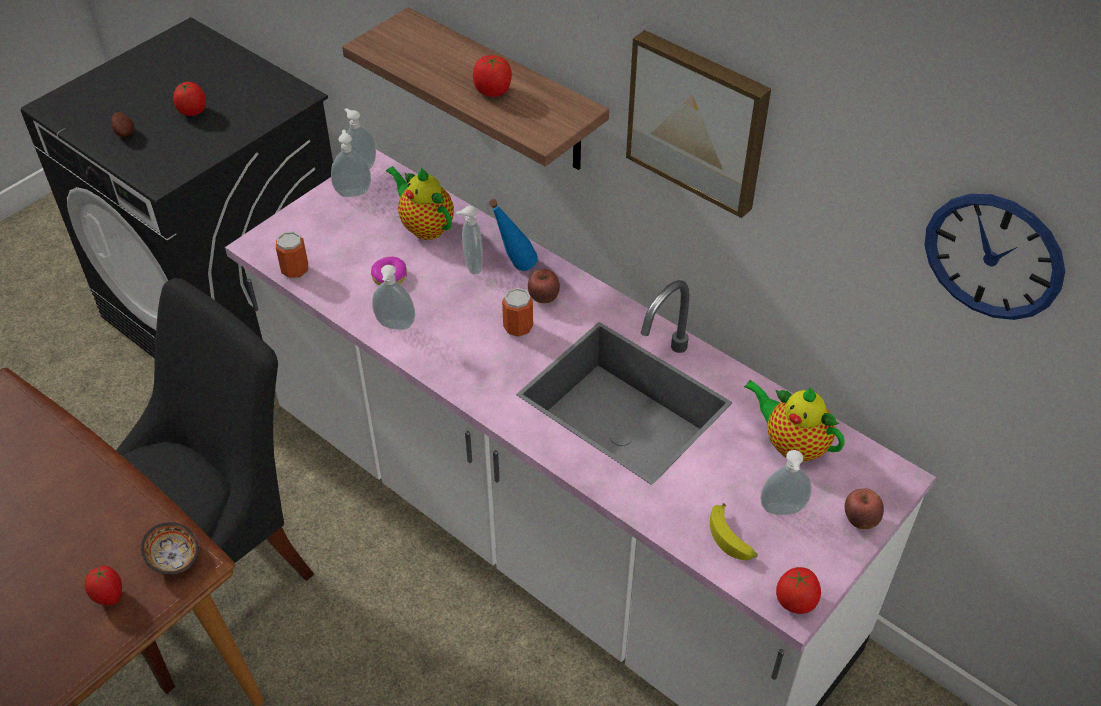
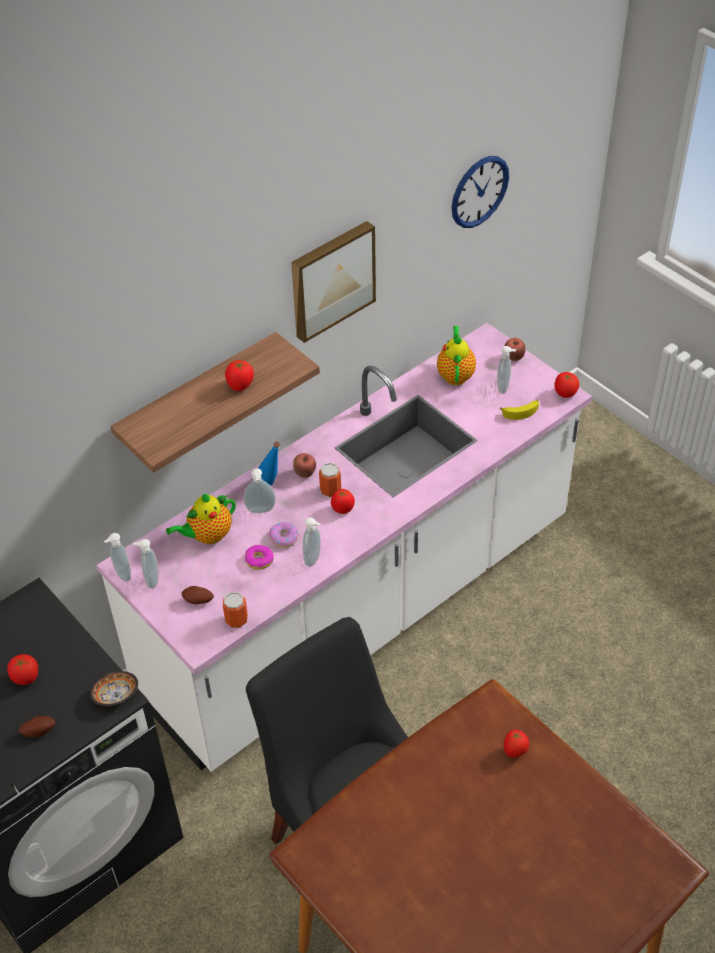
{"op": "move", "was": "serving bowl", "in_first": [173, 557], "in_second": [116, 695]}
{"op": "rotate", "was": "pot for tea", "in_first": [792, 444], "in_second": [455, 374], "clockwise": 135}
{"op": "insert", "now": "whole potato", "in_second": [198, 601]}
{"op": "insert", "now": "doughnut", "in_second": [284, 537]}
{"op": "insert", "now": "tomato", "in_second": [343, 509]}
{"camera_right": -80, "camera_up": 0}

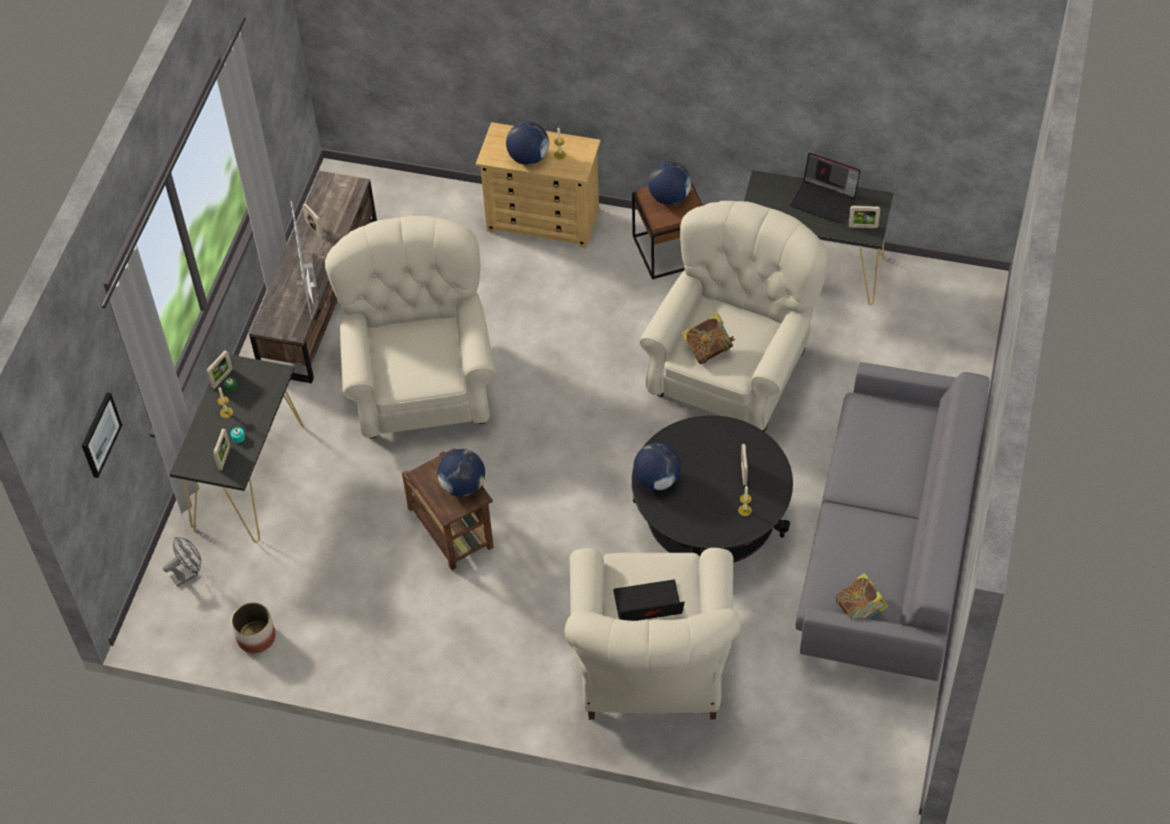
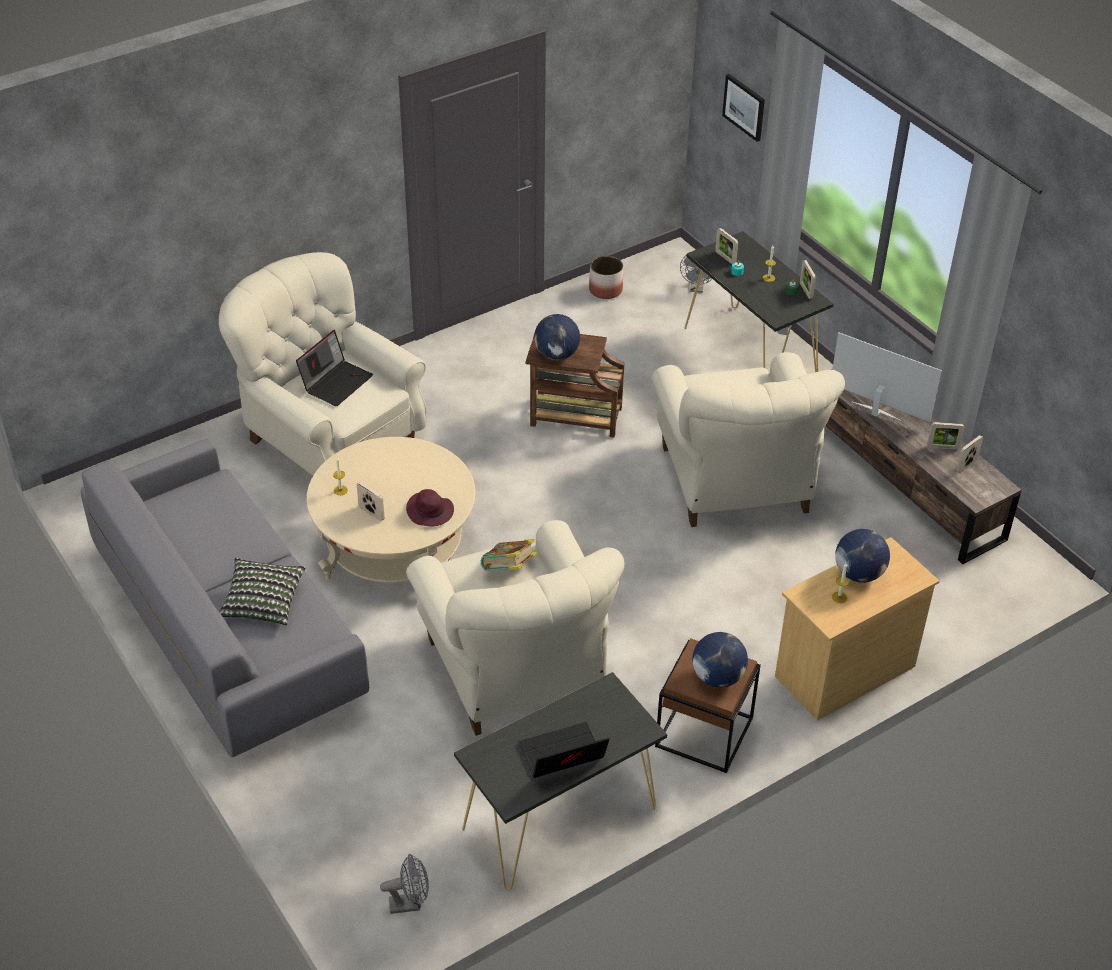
{"op": "rotate", "was": "armchair in beige-coloured", "in_first": [421, 383], "in_second": [736, 482], "clockwise": 45}
{"op": "recolor", "was": "coffee table in black", "now": "coffee table in beige-coloured", "in_first": [710, 522], "in_second": [395, 548]}
{"op": "delete", "was": "desk globe", "in_first": [656, 480]}
{"op": "delete", "was": "book", "in_first": [860, 611]}
{"op": "move", "was": "photo frame", "in_first": [863, 226], "in_second": [966, 466]}
{"op": "insert", "now": "throw pillow", "in_second": [263, 602]}
{"op": "insert", "now": "electric fan in greyish", "in_second": [410, 903]}
{"op": "insert", "now": "hat in purple-coloured", "in_second": [430, 512]}
{"camera_right": 130, "camera_up": -10}

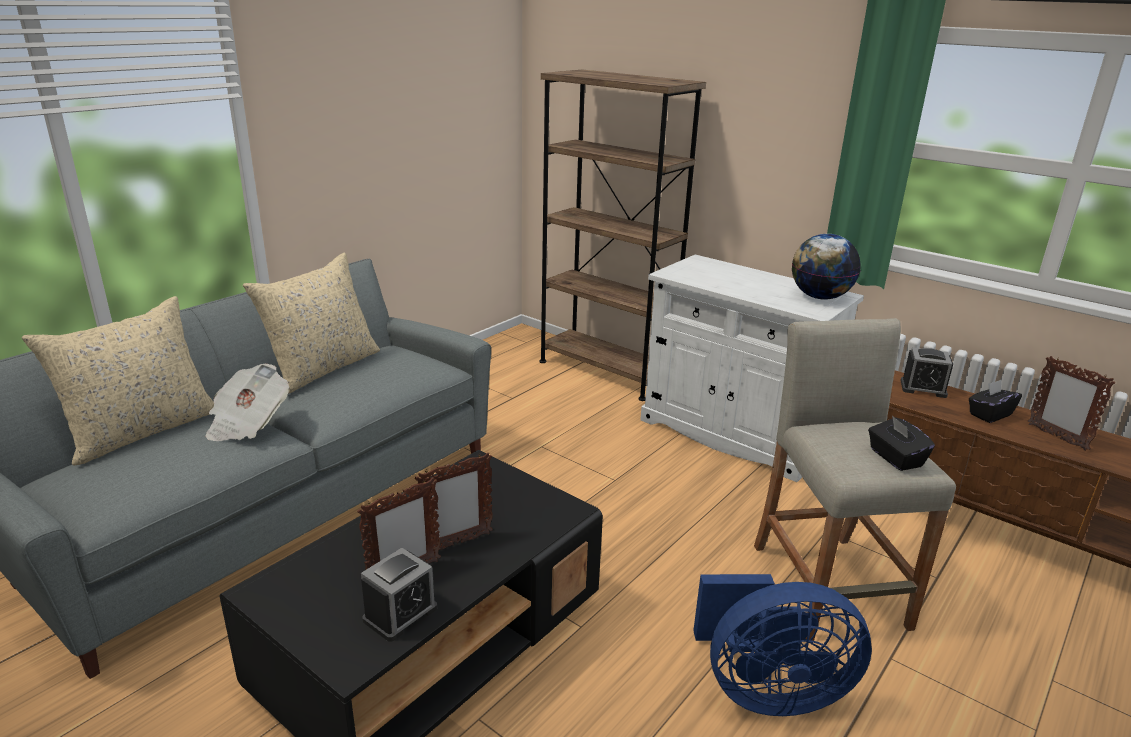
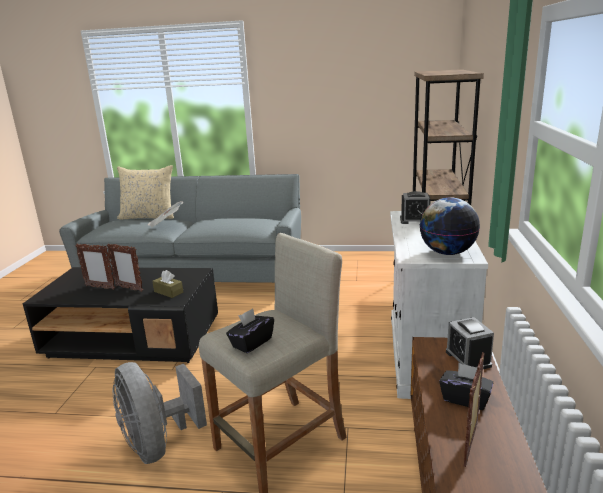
{"op": "delete", "was": "throw pillow in beige-coloured", "in_first": [322, 368]}
{"op": "move", "was": "alarm clock", "in_first": [400, 614], "in_second": [415, 220]}
{"op": "recolor", "was": "electric fan in blue", "now": "electric fan in greyish", "in_first": [767, 691], "in_second": [158, 444]}
{"op": "insert", "now": "tissue holder in brown-coloured", "in_second": [168, 292]}
{"camera_right": 60, "camera_up": -5}

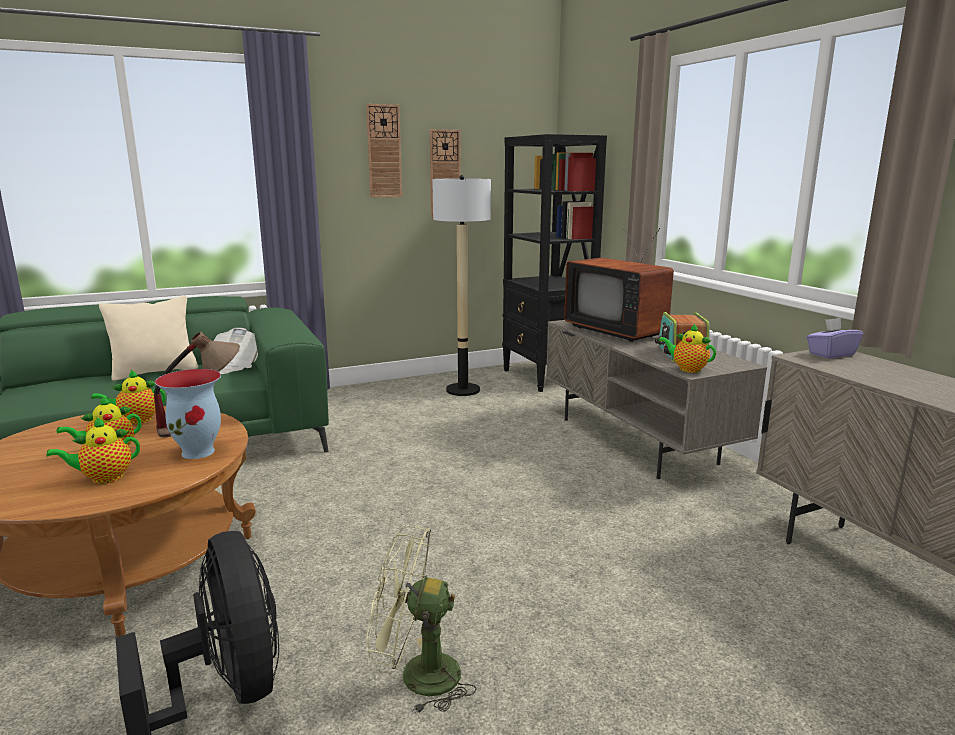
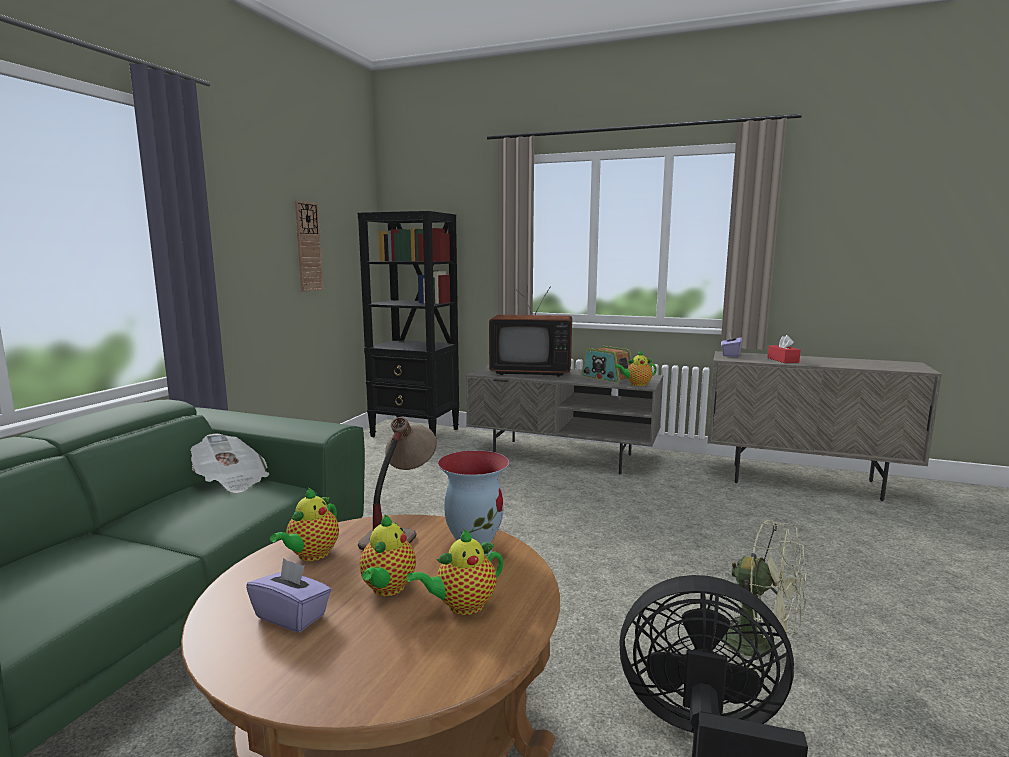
{"op": "rotate", "was": "pot for tea", "in_first": [103, 478], "in_second": [462, 606], "clockwise": 45}
{"op": "delete", "was": "throw pillow in beige-coloured", "in_first": [155, 372]}
{"op": "delete", "was": "clock on the wall", "in_first": [384, 151]}
{"op": "rotate", "was": "electric fan in greenish", "in_first": [417, 676], "in_second": [759, 645], "clockwise": -105}
{"op": "delete", "was": "floor lamp", "in_first": [463, 390]}
{"op": "insert", "now": "tissue holder in purple-coloured", "in_second": [292, 616]}
{"op": "insert", "now": "tissue holder in red-coloured", "in_second": [782, 360]}
{"camera_right": -45, "camera_up": -5}

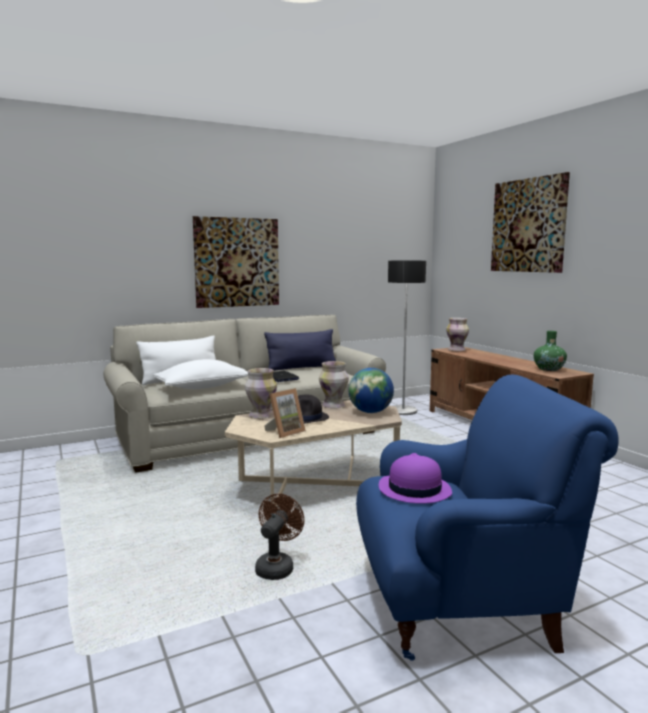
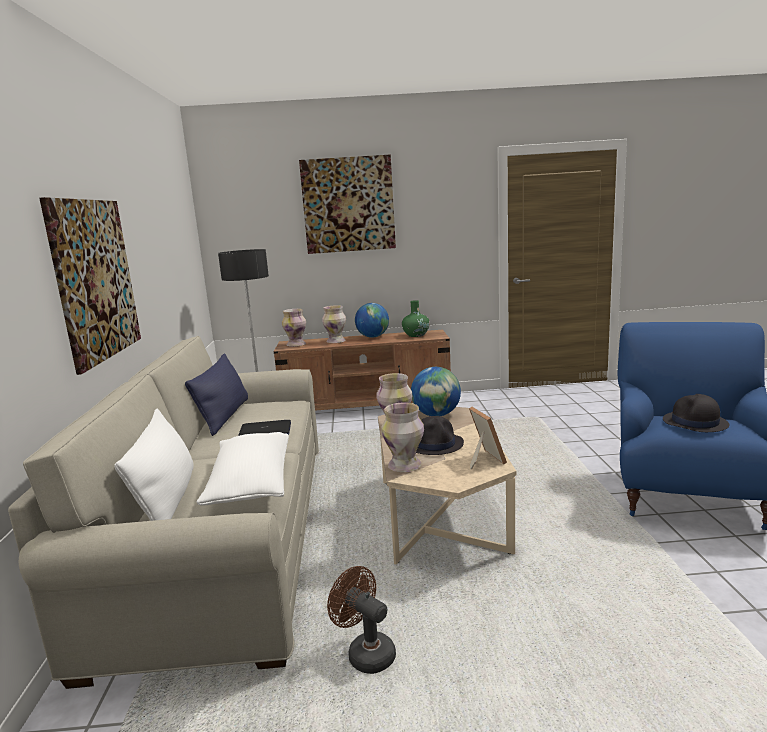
{"op": "move", "was": "electric fan in brown-coloured", "in_first": [277, 566], "in_second": [366, 653]}
{"op": "recolor", "was": "hat in purple-coloured", "now": "hat in black", "in_first": [414, 489], "in_second": [695, 423]}
{"op": "insert", "now": "flower vase", "in_second": [336, 341]}
{"op": "insert", "now": "desk globe", "in_second": [373, 337]}
{"camera_right": -65, "camera_up": 5}

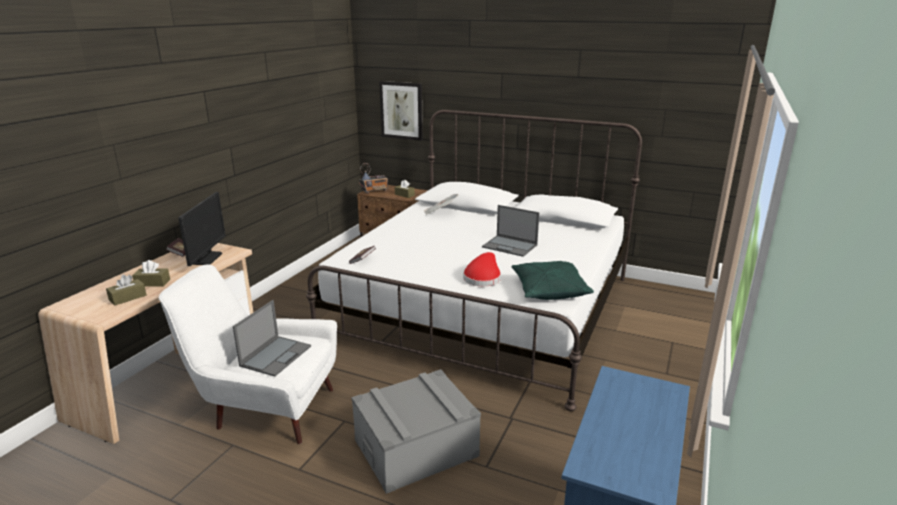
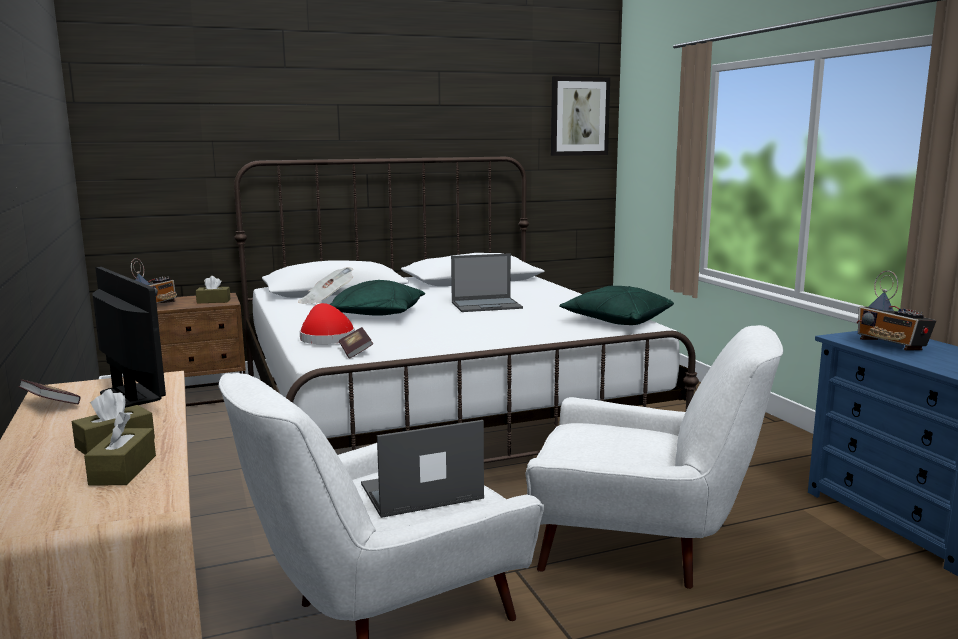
{"op": "rotate", "was": "laptop", "in_first": [276, 355], "in_second": [420, 492], "clockwise": -90}
{"op": "replace", "was": "storage bin in greyish", "now": "armchair in whitish", "in_first": [416, 448], "in_second": [639, 548]}
{"op": "move", "was": "wall art", "in_first": [402, 110], "in_second": [579, 116]}
{"op": "move", "was": "hat in red-coloured", "in_first": [483, 278], "in_second": [326, 338]}
{"op": "insert", "now": "throw pillow in greenish", "in_second": [377, 316]}
{"op": "insert", "now": "radio set", "in_second": [892, 345]}
{"camera_right": -45, "camera_up": -10}

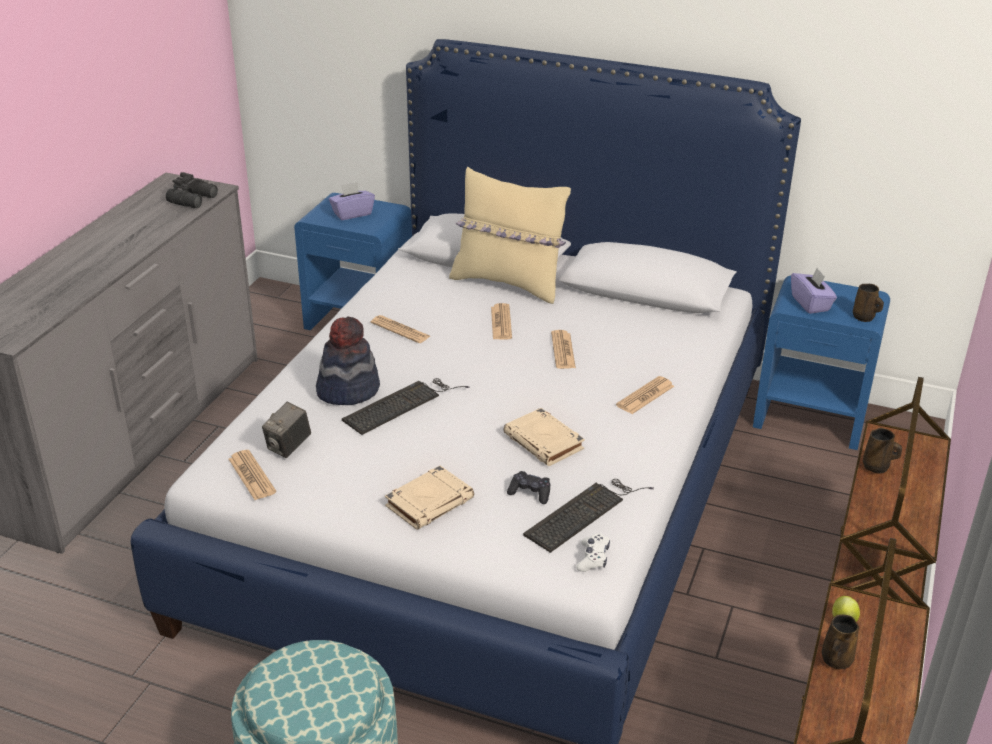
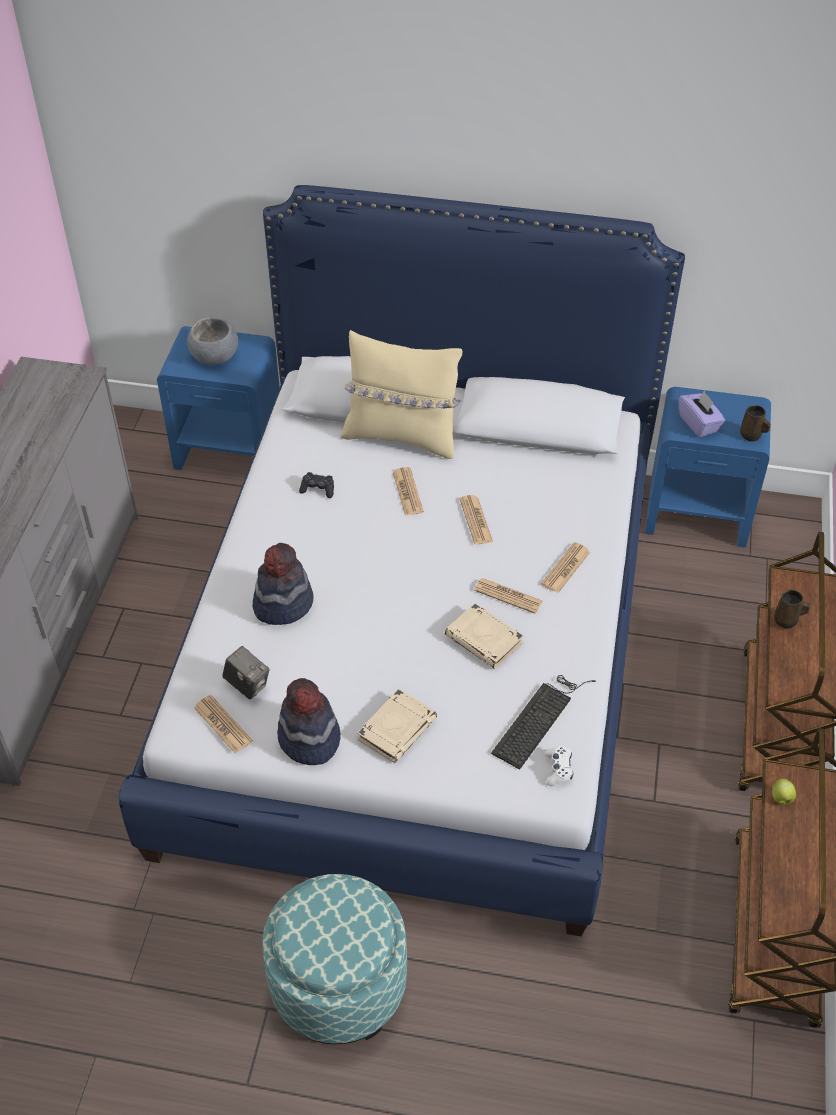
{"op": "delete", "was": "pair of binoculars in black", "in_first": [194, 199]}
{"op": "rotate", "was": "photo camera", "in_first": [288, 447], "in_second": [247, 685], "clockwise": -75}
{"op": "replace", "was": "tissue holder in purple-coloured", "now": "serving bowl in greyish", "in_first": [352, 214], "in_second": [215, 356]}
{"op": "delete", "was": "PC keyboard", "in_first": [402, 404]}
{"op": "move", "was": "newspaper", "in_first": [400, 330], "in_second": [508, 596]}
{"op": "move", "was": "gamepad in black", "in_first": [530, 493], "in_second": [318, 489]}
{"op": "delete", "was": "coffee mug in brown-coloured", "in_first": [835, 660]}
{"op": "insert", "now": "hat", "in_second": [309, 739]}
{"camera_right": -10, "camera_up": 15}

